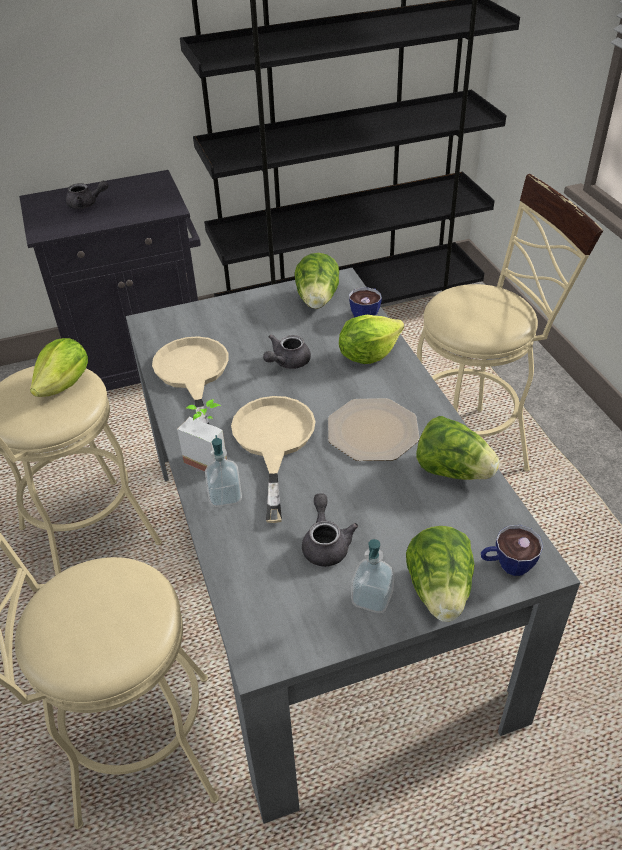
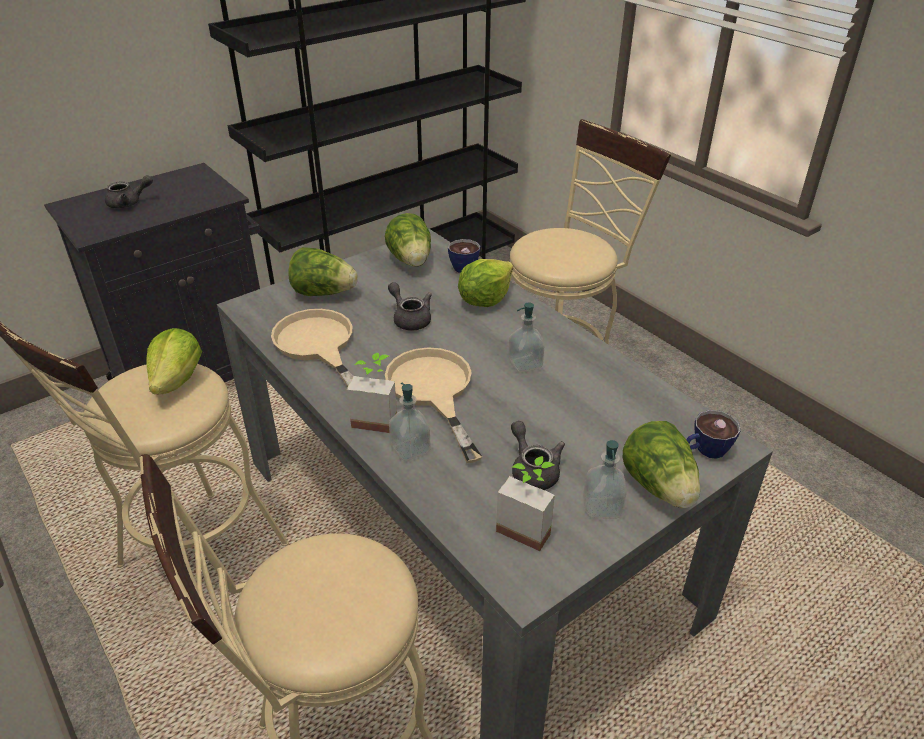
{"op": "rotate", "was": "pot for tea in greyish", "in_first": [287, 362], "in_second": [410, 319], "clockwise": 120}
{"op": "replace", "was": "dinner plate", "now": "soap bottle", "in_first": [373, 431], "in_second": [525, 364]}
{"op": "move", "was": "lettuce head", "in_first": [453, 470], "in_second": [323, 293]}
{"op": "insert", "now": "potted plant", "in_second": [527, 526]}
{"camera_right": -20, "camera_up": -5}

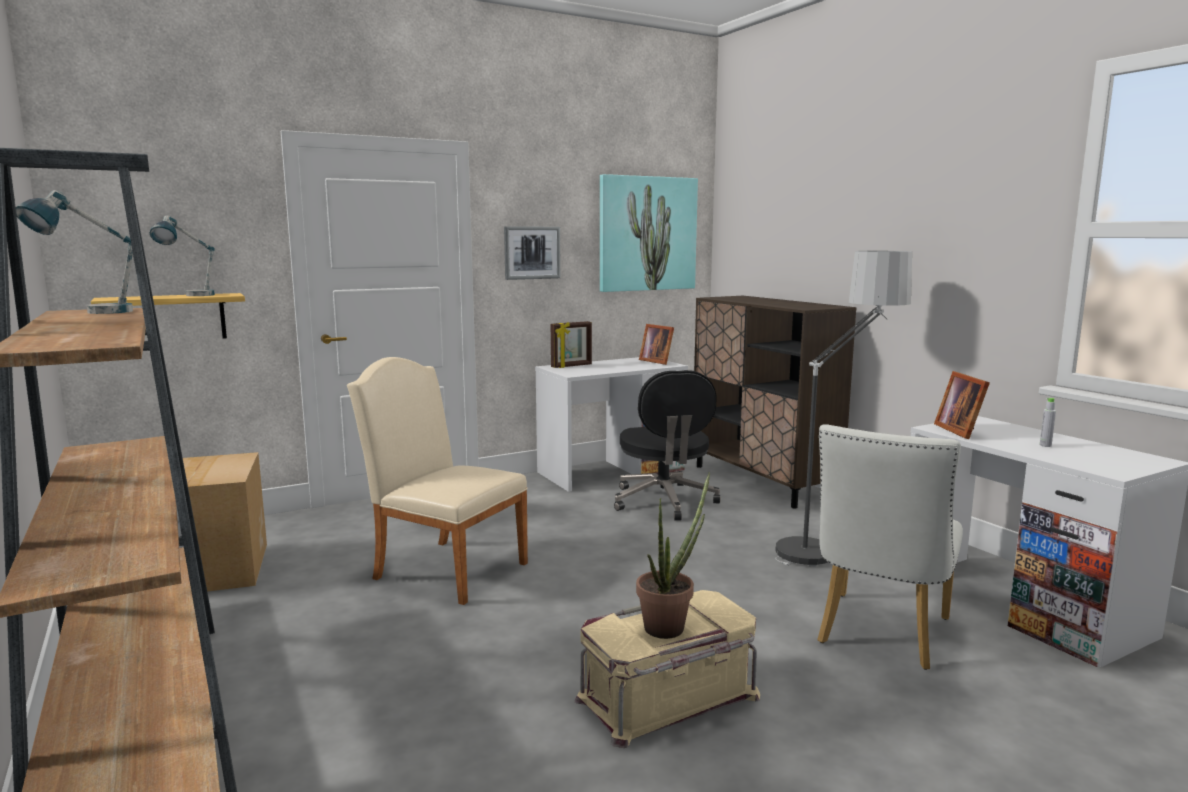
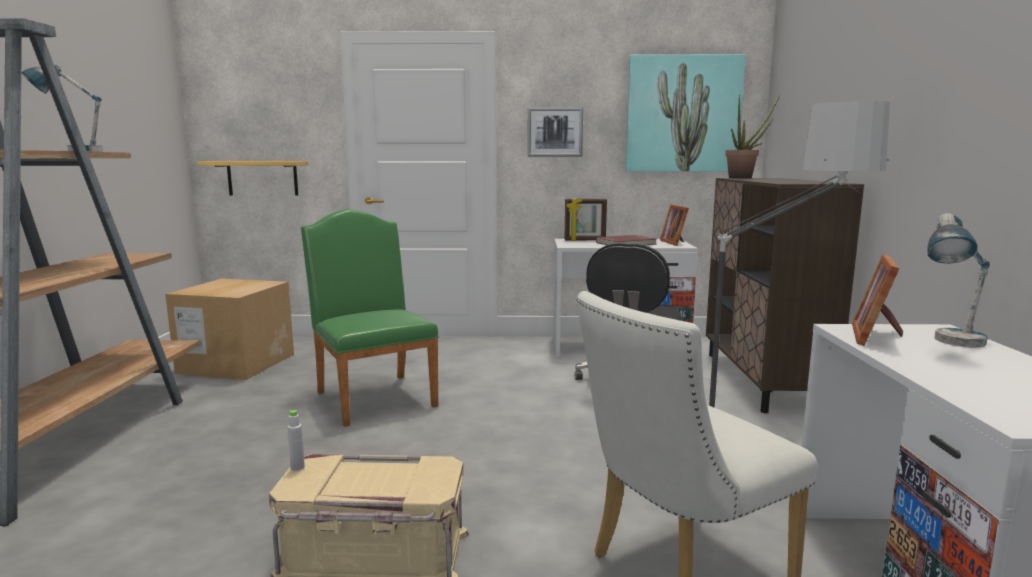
{"op": "move", "was": "table lamp", "in_first": [190, 296], "in_second": [951, 344]}
{"op": "recolor", "was": "upright chair in beige-coloured", "now": "upright chair in greenish", "in_first": [443, 568], "in_second": [373, 396]}
{"op": "move", "was": "potted plant", "in_first": [670, 625], "in_second": [744, 178]}
{"op": "move", "was": "bottle in greyish", "in_first": [1045, 445], "in_second": [297, 468]}
{"op": "insert", "now": "book in red-coloured", "in_second": [626, 243]}
{"camera_right": 30, "camera_up": 0}

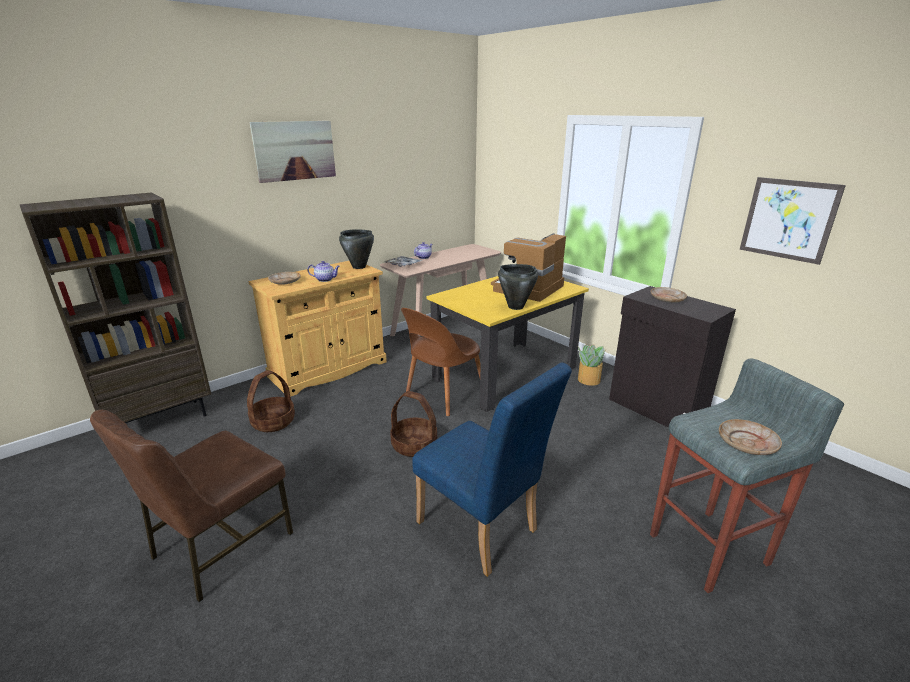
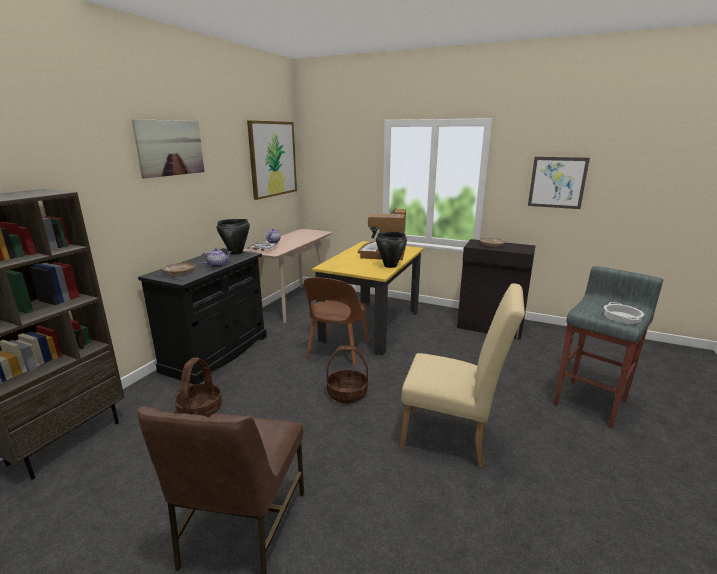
{"op": "recolor", "was": "cupboard in beige-coloured", "now": "cupboard in black", "in_first": [328, 369], "in_second": [216, 353]}
{"op": "recolor", "was": "upright chair in blue", "now": "upright chair in beige-coloured", "in_first": [482, 531], "in_second": [452, 438]}
{"op": "delete", "was": "potted plant", "in_first": [588, 380]}
{"op": "replace", "was": "dinner plate in beige-coloured", "now": "stockpot", "in_first": [747, 444], "in_second": [622, 317]}
{"op": "insert", "now": "wall art", "in_second": [273, 159]}
{"camera_right": -25, "camera_up": -5}

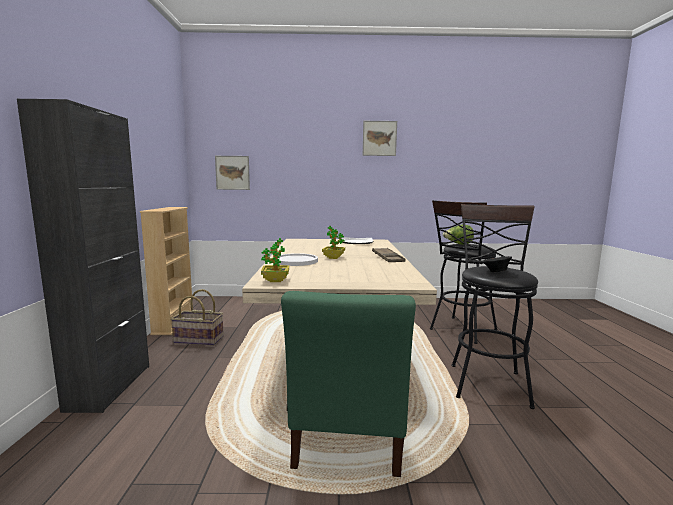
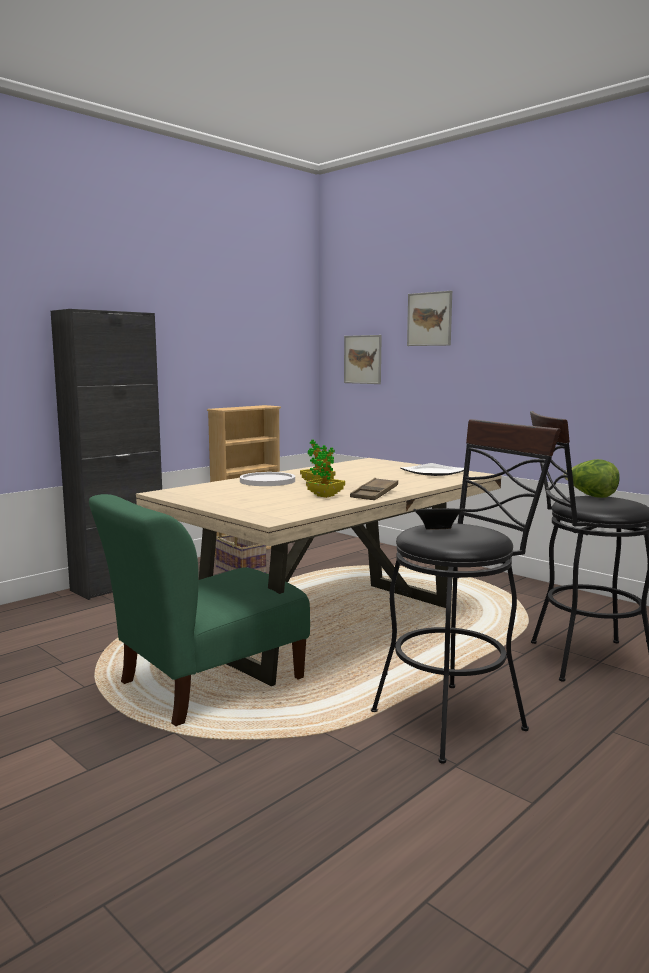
{"op": "move", "was": "potted plant", "in_first": [275, 280], "in_second": [325, 495]}
{"op": "move", "was": "wall art", "in_first": [379, 138], "in_second": [429, 319]}
{"camera_right": 45, "camera_up": 0}

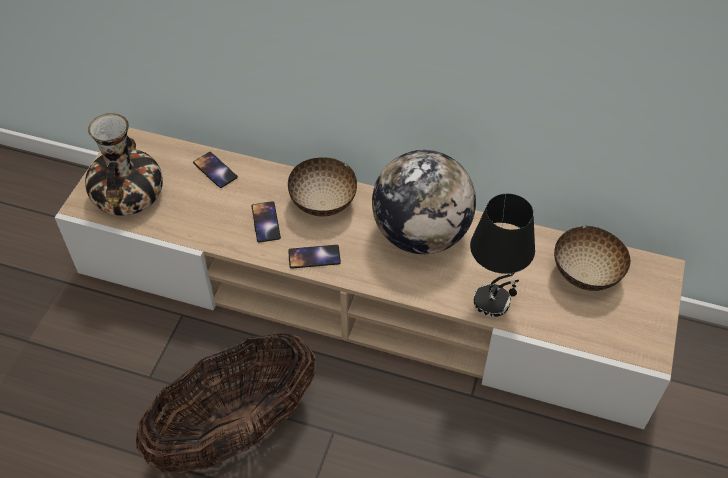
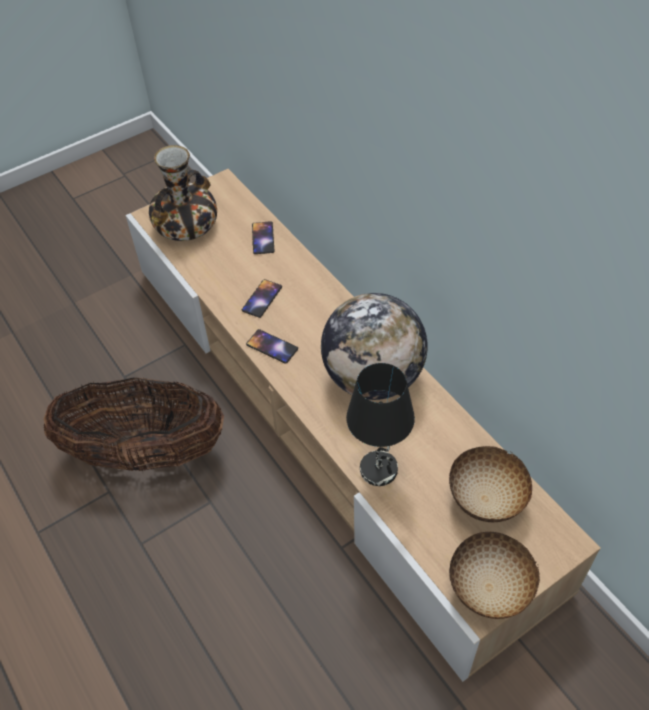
{"op": "move", "was": "serving bowl", "in_first": [323, 204], "in_second": [488, 590]}
{"camera_right": 40, "camera_up": 0}

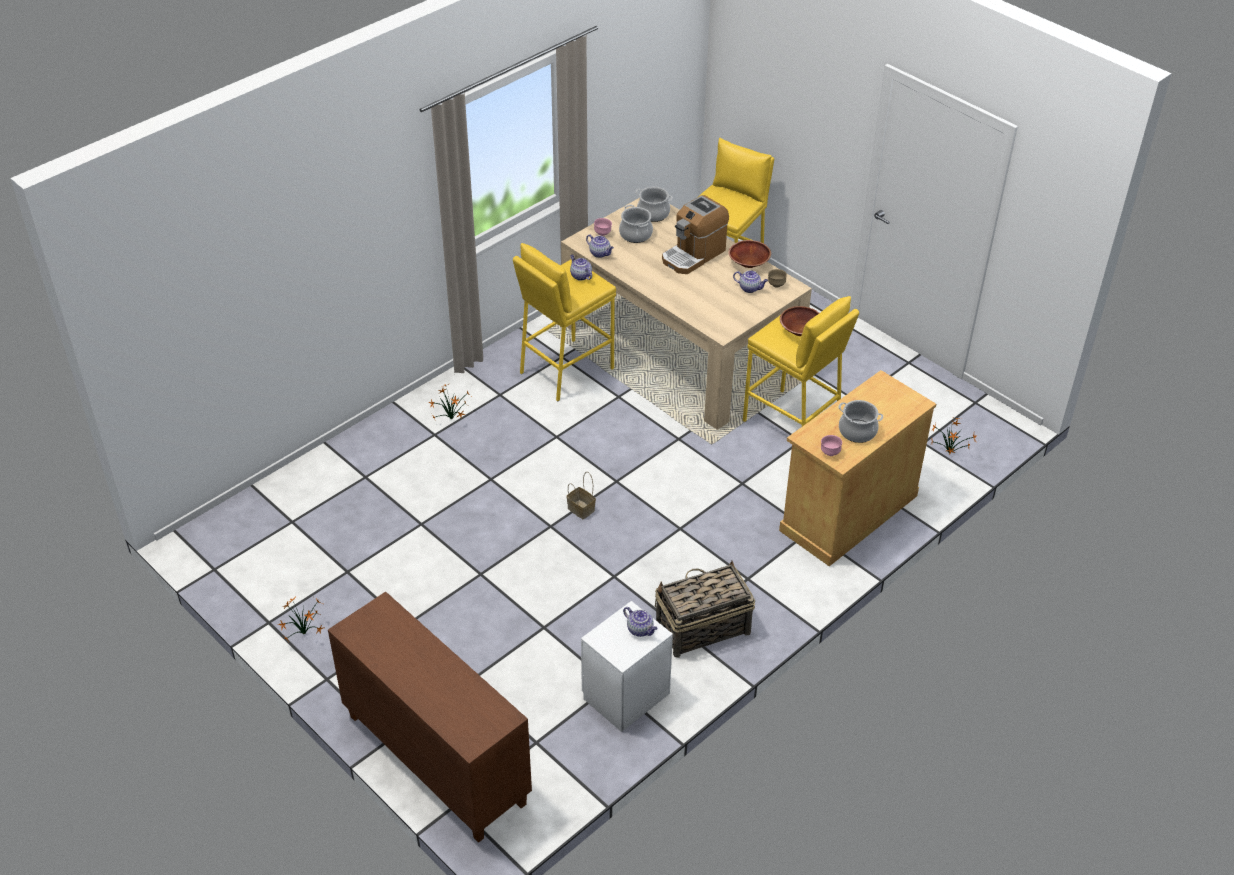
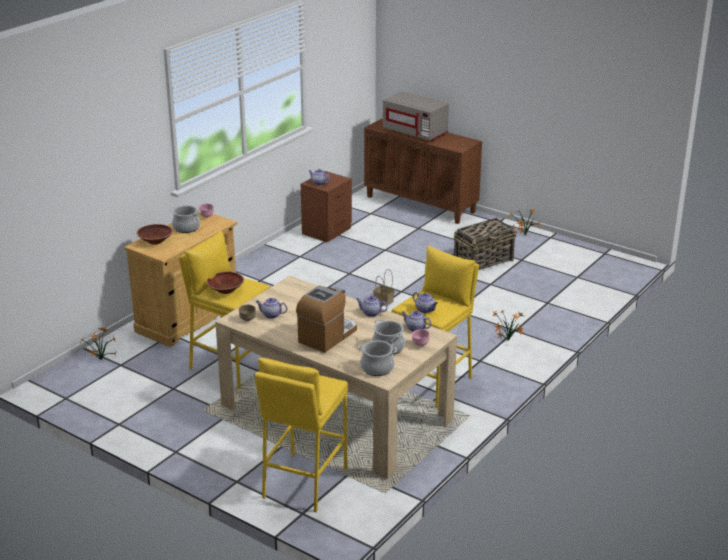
{"op": "recolor", "was": "night table in whitish", "now": "night table in brown-coloured", "in_first": [624, 696], "in_second": [328, 231]}
{"op": "move", "was": "basket", "in_first": [701, 628], "in_second": [484, 260]}
{"op": "move", "was": "serving bowl in brown-coloured", "in_first": [749, 263], "in_second": [155, 241]}
{"op": "insert", "now": "pot for tea", "in_second": [371, 313]}
{"op": "insert", "now": "microwave in greyish", "in_second": [415, 132]}
{"camera_right": 170, "camera_up": -15}

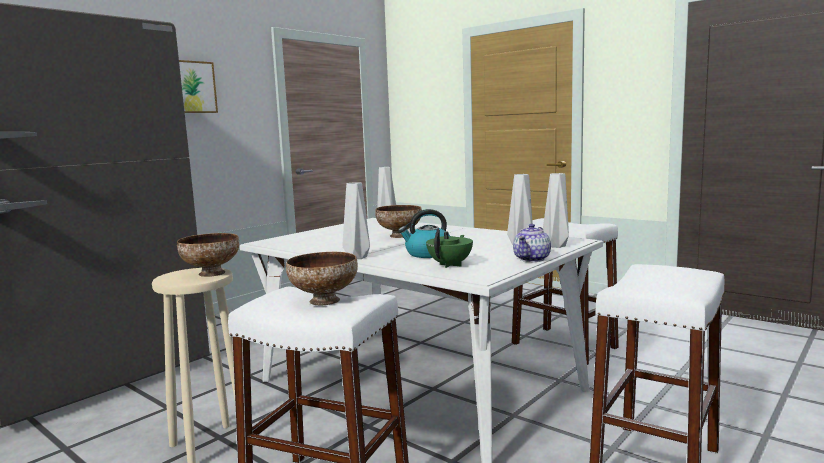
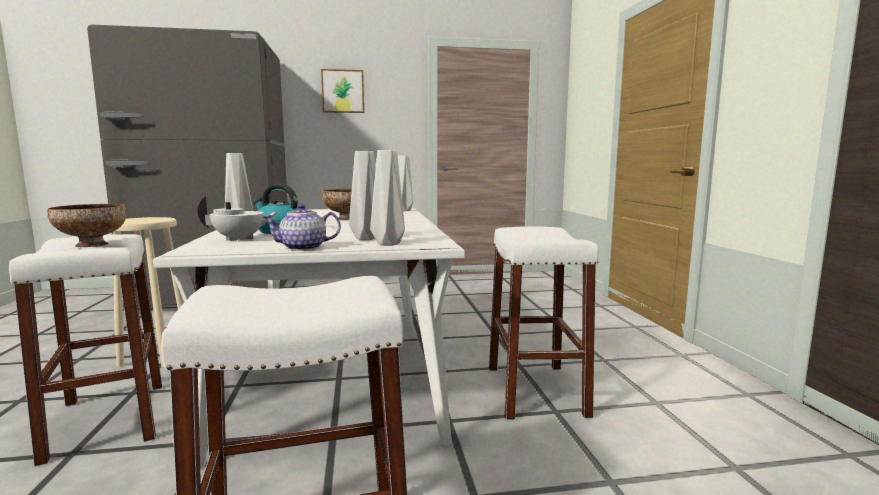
{"op": "delete", "was": "serving bowl", "in_first": [211, 273]}
{"op": "recolor", "was": "pot for tea in greenish", "now": "pot for tea in whitish", "in_first": [450, 265], "in_second": [240, 239]}
{"camera_right": 40, "camera_up": 0}

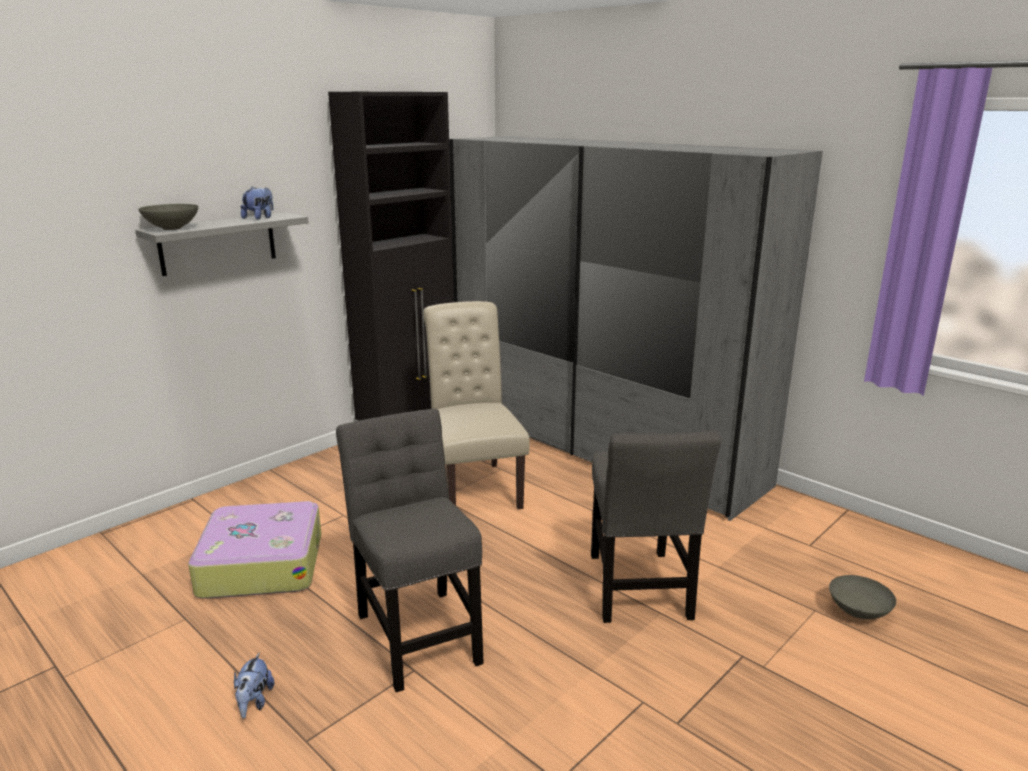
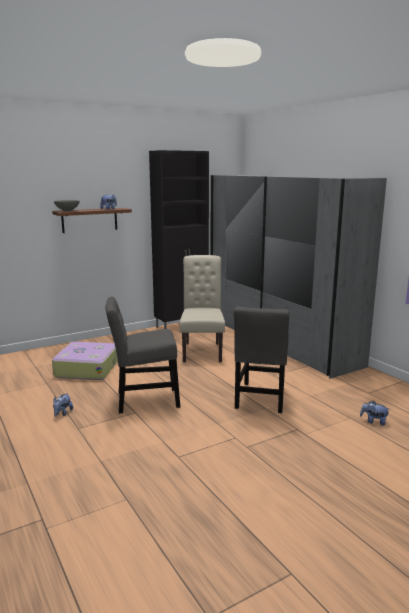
{"op": "recolor", "was": "bracket shelf in greyish", "now": "bracket shelf in brown-coloured", "in_first": [218, 243], "in_second": [89, 220]}
{"op": "rotate", "was": "upright chair in greyish", "in_first": [417, 632], "in_second": [144, 400], "clockwise": -90}
{"op": "replace", "was": "serving bowl in greyish", "now": "plush toy", "in_first": [857, 612], "in_second": [373, 421]}
{"camera_right": 15, "camera_up": -5}

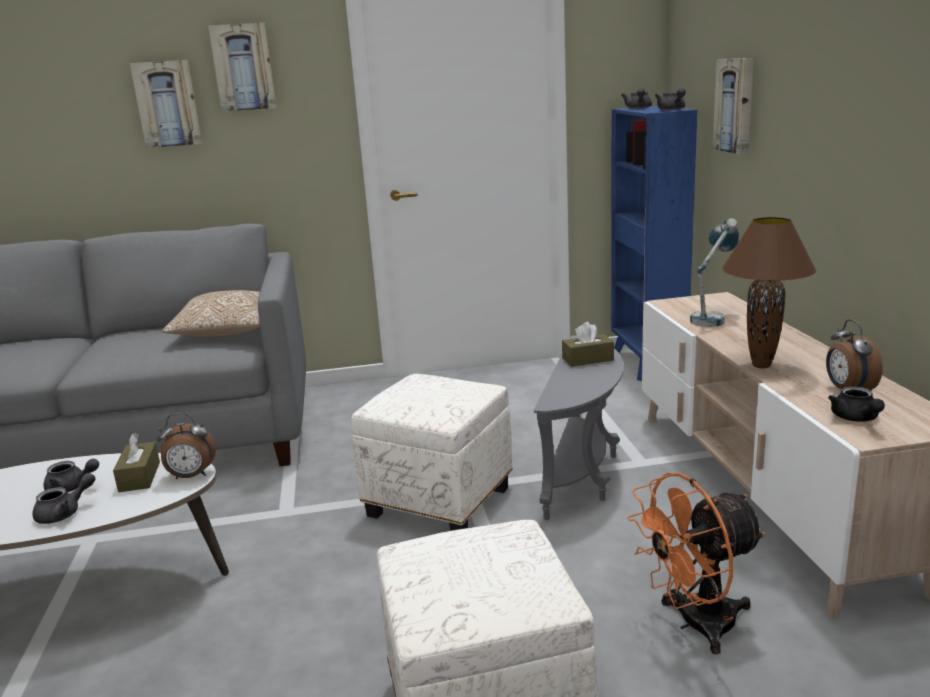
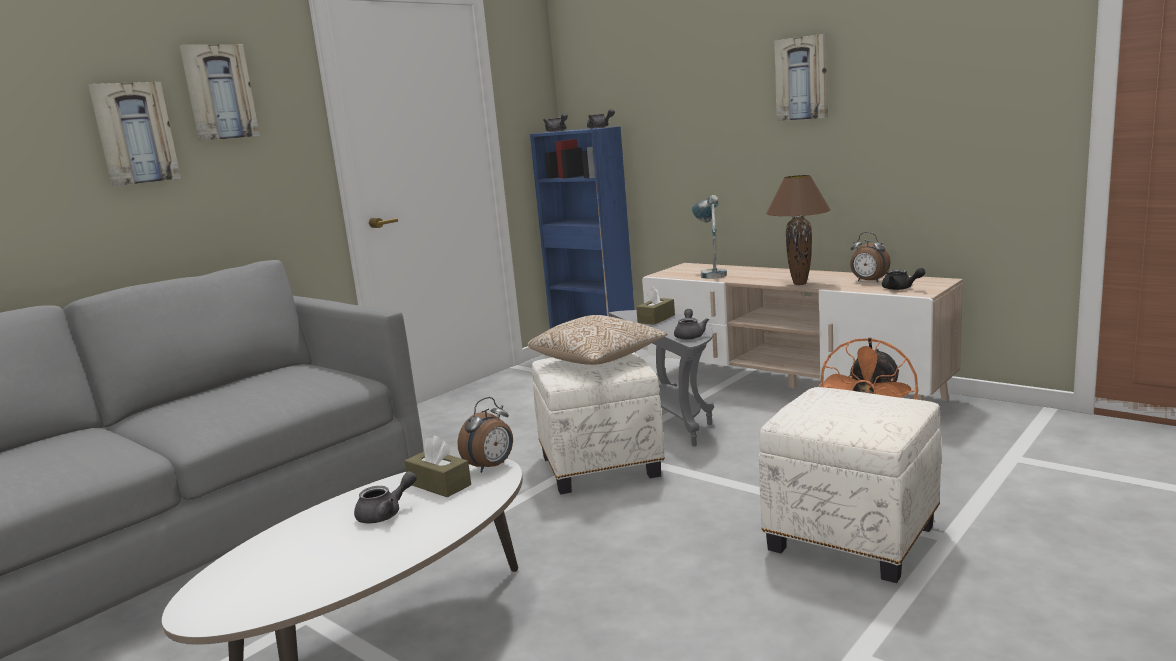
{"op": "move", "was": "pot for tea in greyish", "in_first": [65, 513], "in_second": [690, 335]}
{"op": "move", "was": "throw pillow", "in_first": [226, 332], "in_second": [598, 359]}
{"op": "move", "was": "wall art", "in_first": [736, 105], "in_second": [802, 78]}
{"camera_right": -40, "camera_up": -5}

